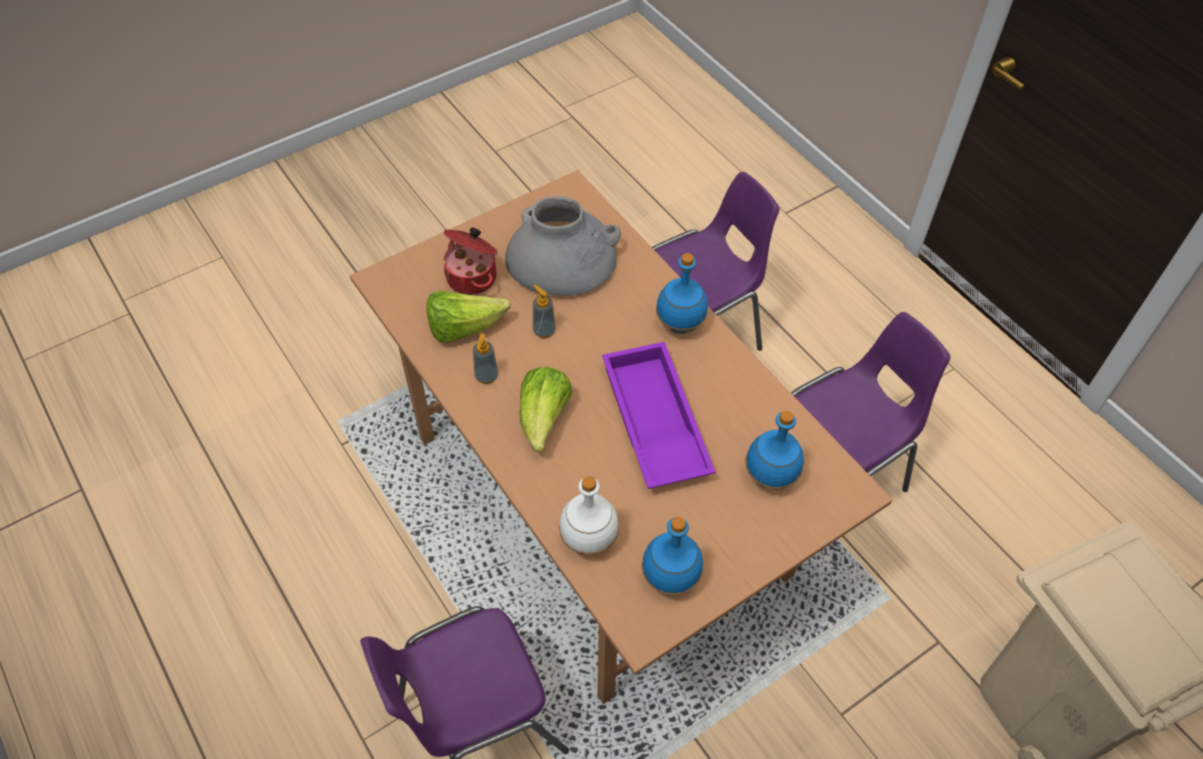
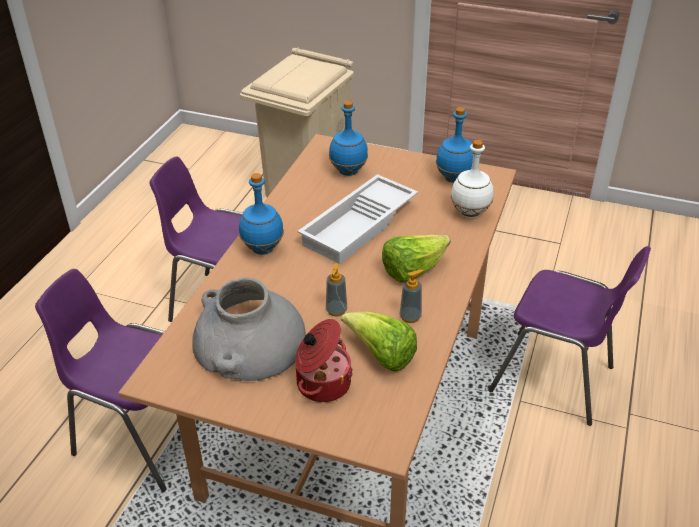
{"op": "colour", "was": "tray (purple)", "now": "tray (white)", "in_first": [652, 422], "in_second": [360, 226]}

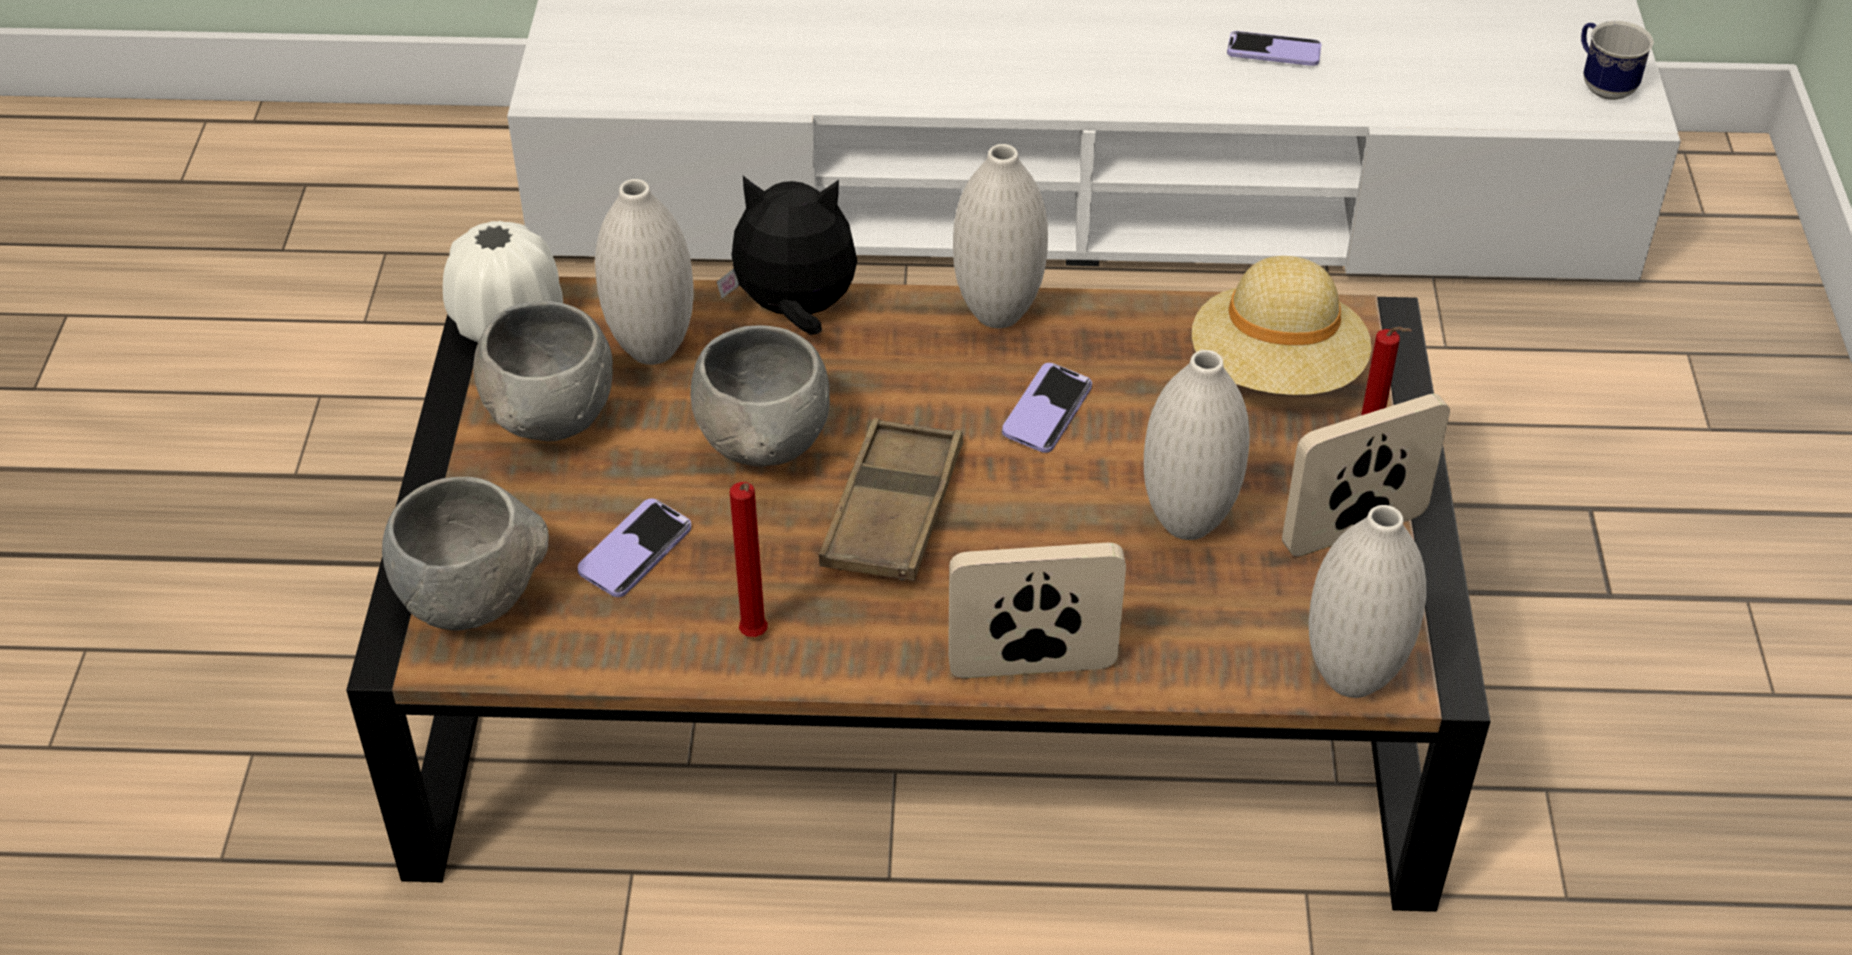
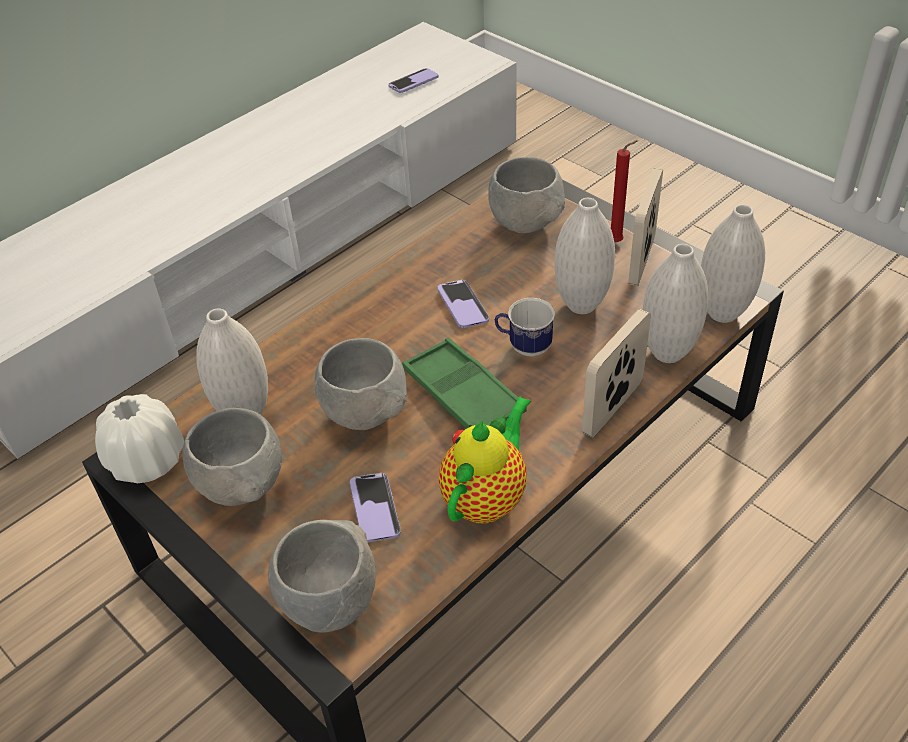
{"op": "missing", "was": "plush toy", "in_first": [795, 310]}
{"op": "exchanged", "was": "candle (red)", "now": "teapot", "in_first": [754, 638], "in_second": [487, 497]}
{"op": "colour", "was": "tray (brown)", "now": "tray (green)", "in_first": [893, 511], "in_second": [463, 395]}
{"op": "relocated", "was": "vase (white)", "in_first": [998, 314], "in_second": [667, 353]}
{"op": "exchanged", "was": "hat (beige)", "now": "bowl (grey)", "in_first": [1276, 372], "in_second": [526, 226]}
{"op": "relocated", "was": "phone", "in_first": [1273, 51], "in_second": [413, 82]}
{"op": "relocated", "was": "mug", "in_first": [1602, 85], "in_second": [524, 346]}

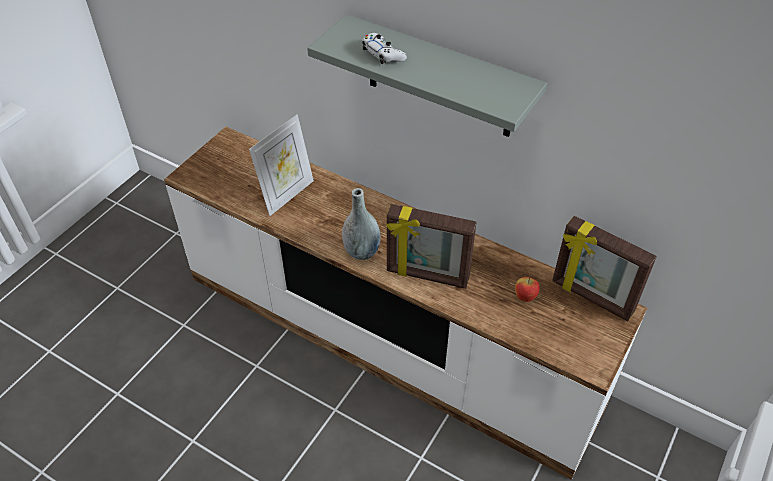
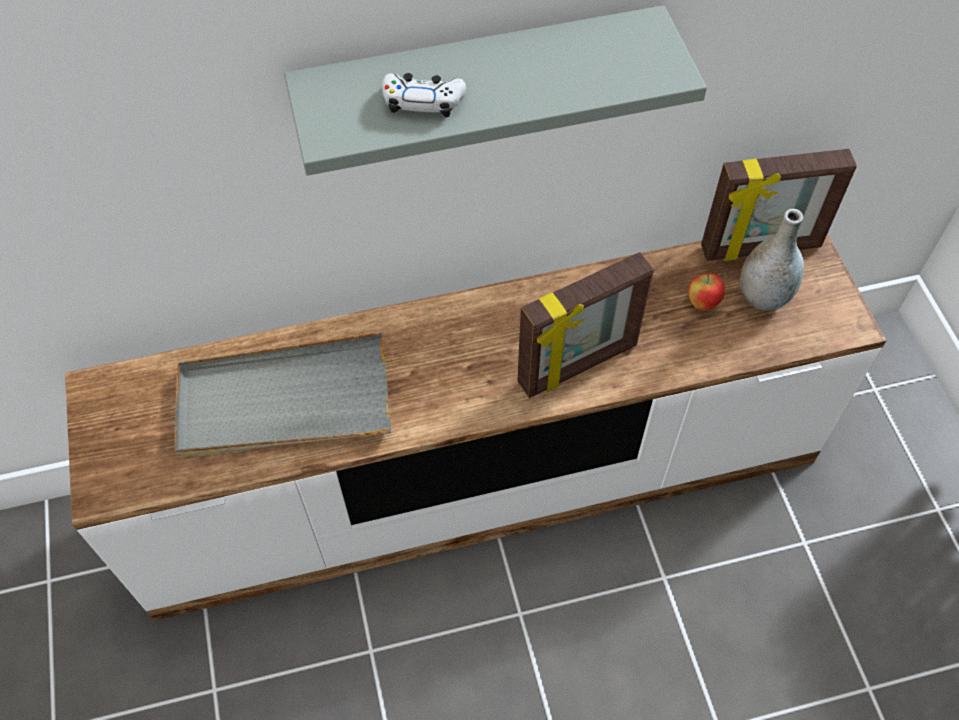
{"op": "exchanged", "was": "picture frame", "now": "tray (grey)", "in_first": [287, 195], "in_second": [283, 402]}
{"op": "relocated", "was": "vase (grey)", "in_first": [361, 252], "in_second": [762, 297]}

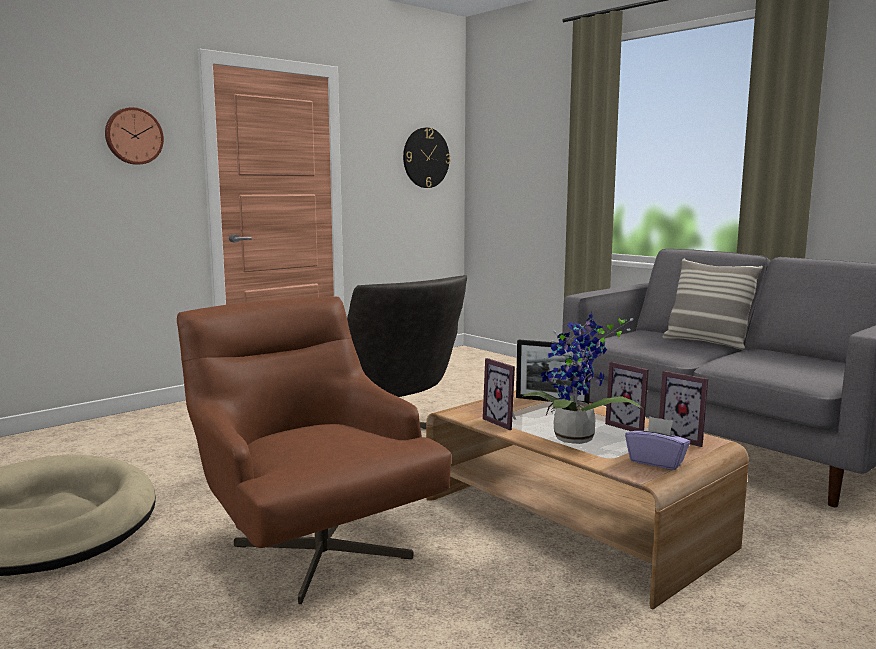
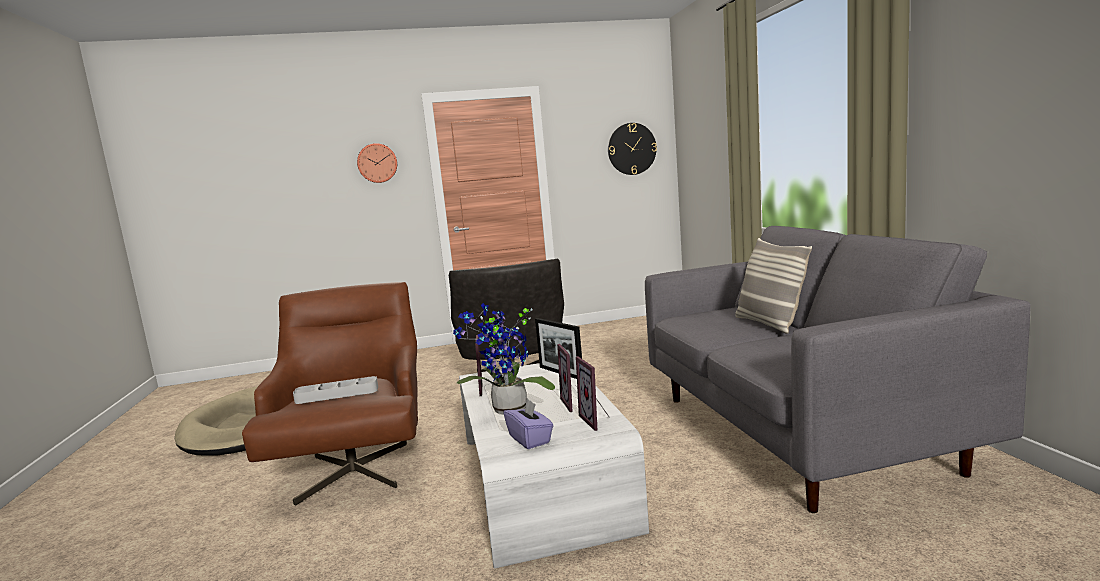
{"op": "colour", "was": "coffee table (brown)", "now": "coffee table (white)", "in_first": [572, 522], "in_second": [542, 480]}
{"op": "appeared", "now": "tray (grey)", "in_second": [337, 394]}

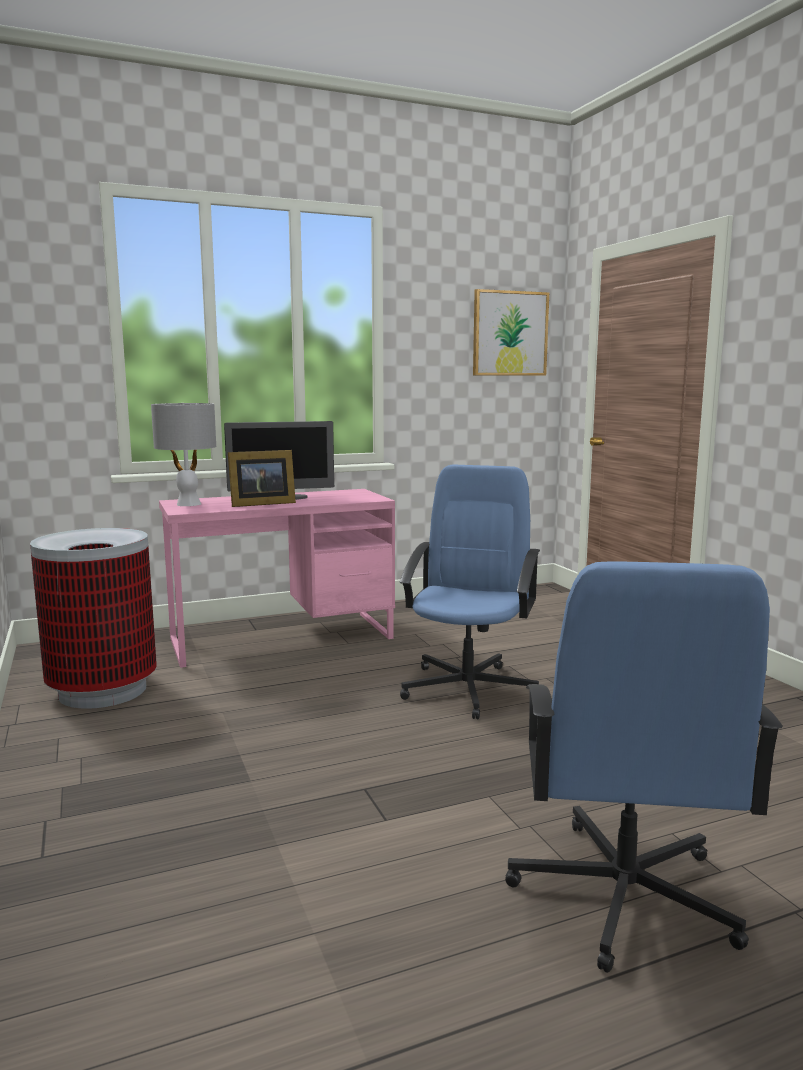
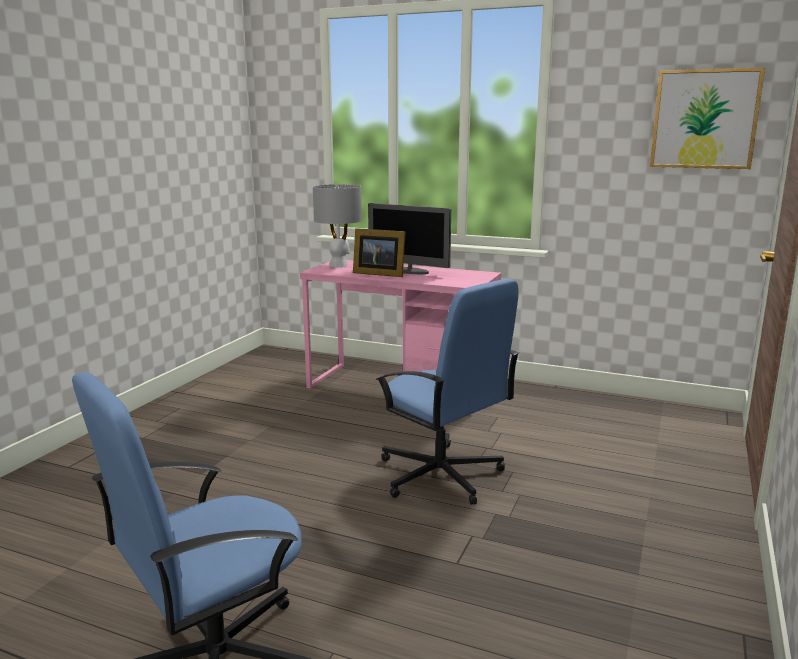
{"op": "missing", "was": "trash can", "in_first": [102, 691]}
{"op": "spun", "was": "office chair (blue)", "in_first": [469, 688], "in_second": [441, 475], "clockwise": 75}

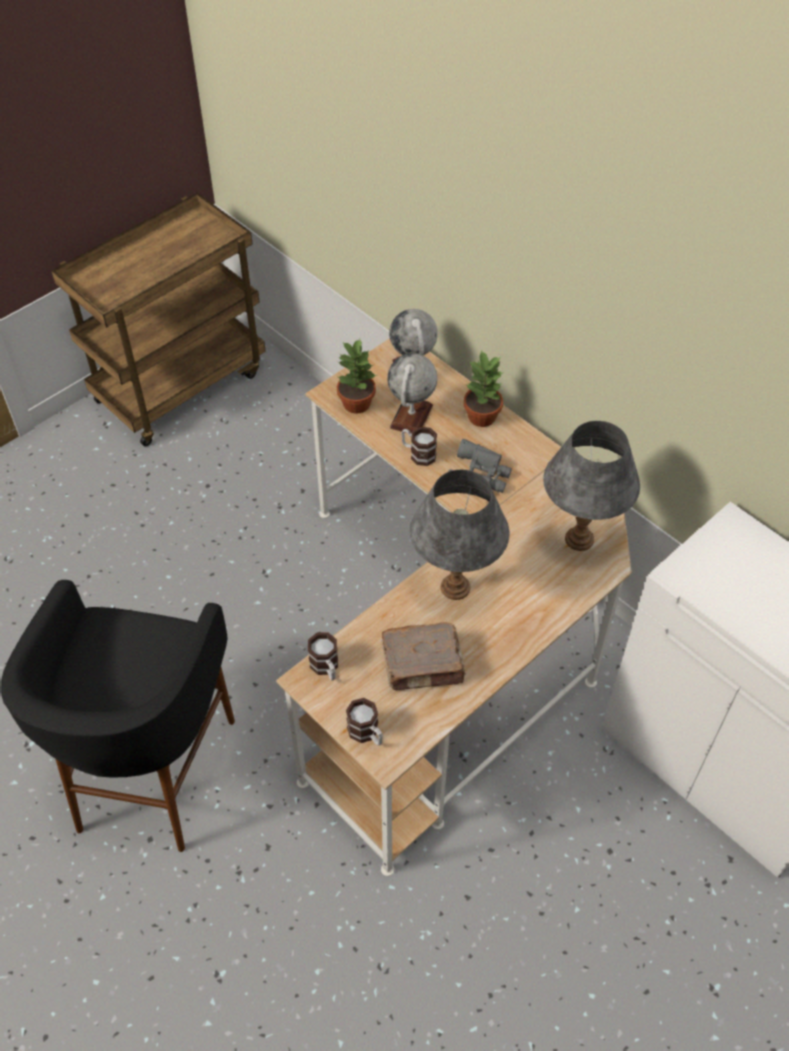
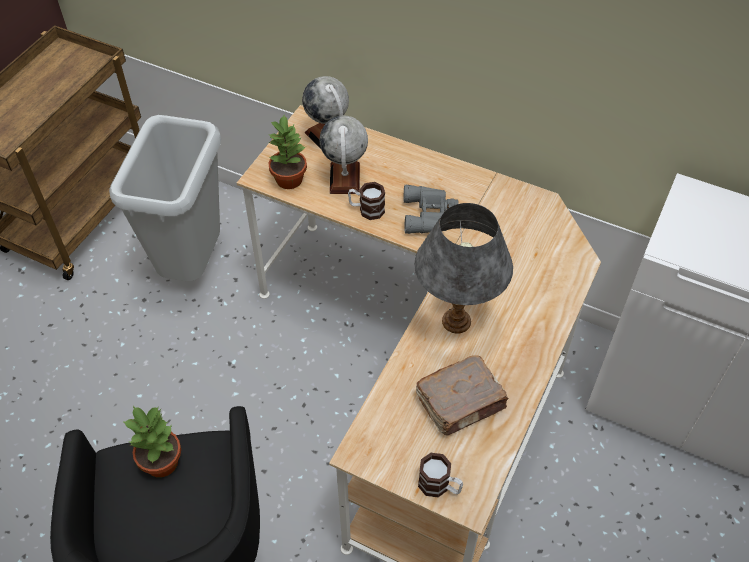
{"op": "missing", "was": "mug", "in_first": [326, 668]}
{"op": "relocated", "was": "potted plant", "in_first": [482, 416], "in_second": [162, 461]}
{"op": "missing", "was": "table lamp (grey)", "in_first": [579, 538]}
{"op": "appeared", "now": "trash can (grey)", "in_second": [192, 265]}

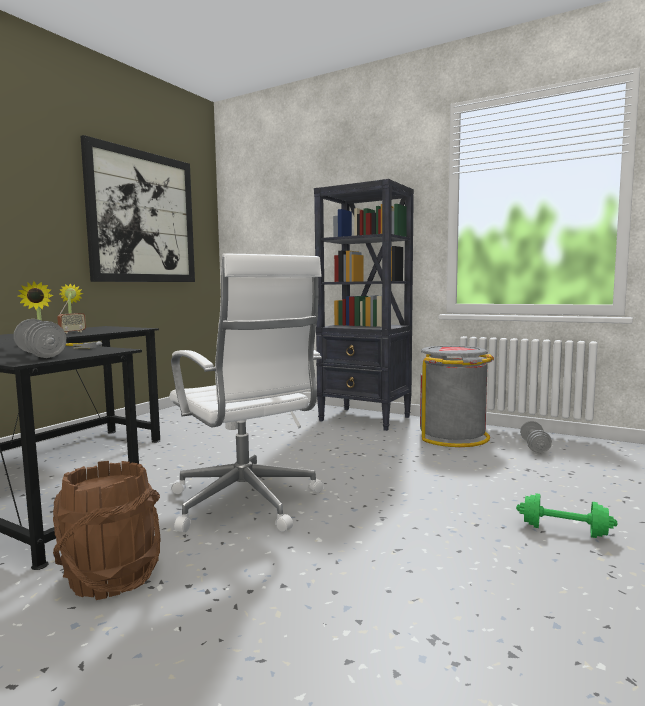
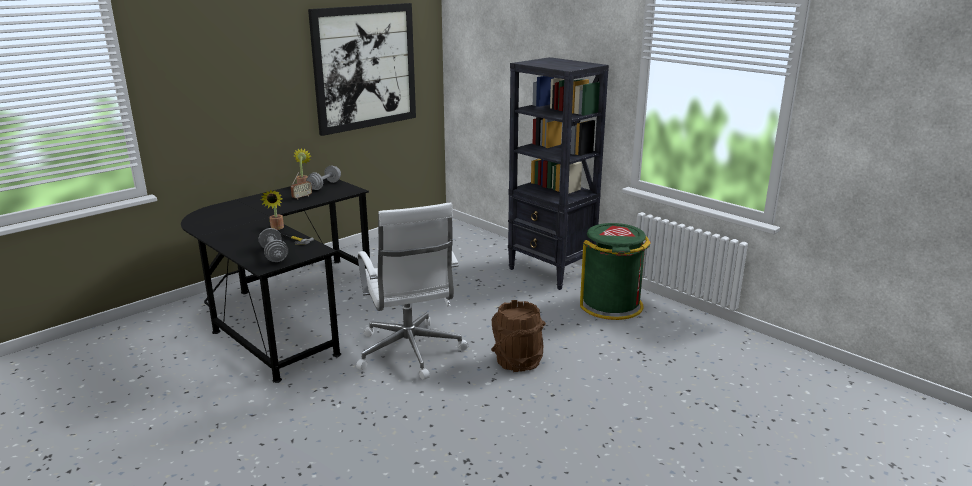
{"op": "relocated", "was": "bucket (brown)", "in_first": [112, 577], "in_second": [517, 361]}
{"op": "colour", "was": "trash can (grey)", "now": "trash can (green)", "in_first": [453, 436], "in_second": [611, 305]}
{"op": "missing", "was": "dumbbell (green)", "in_first": [564, 531]}
{"op": "relocated", "was": "dumbbell (grey)", "in_first": [535, 447], "in_second": [324, 185]}

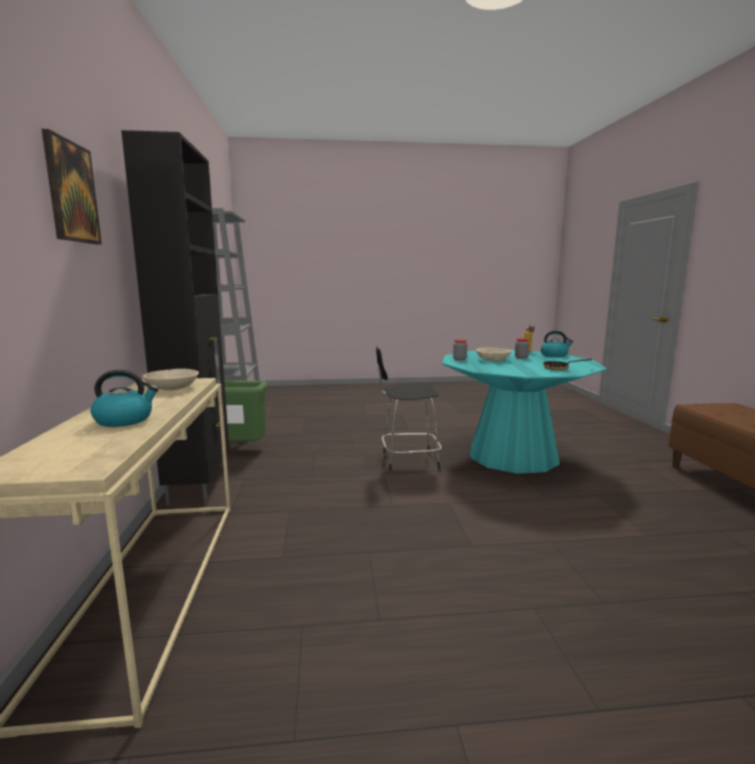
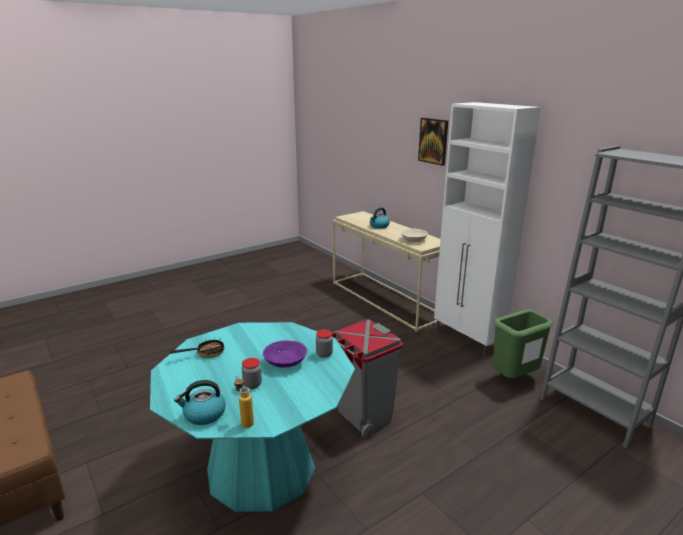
{"op": "colour", "was": "cabinet (black)", "now": "cabinet (white)", "in_first": [200, 483], "in_second": [468, 340]}
{"op": "exchanged", "was": "stool (black)", "now": "trash can (grey)", "in_first": [407, 460], "in_second": [363, 417]}
{"op": "colour", "was": "bowl (beige)", "now": "bowl (purple)", "in_first": [492, 360], "in_second": [286, 362]}

